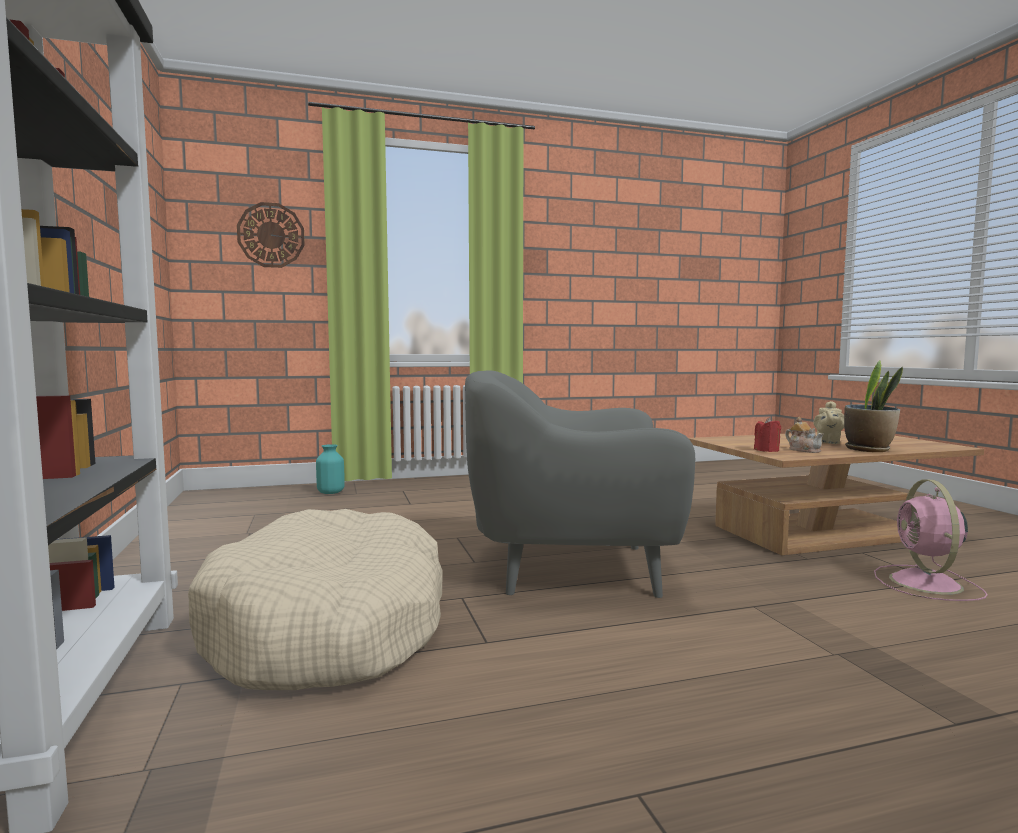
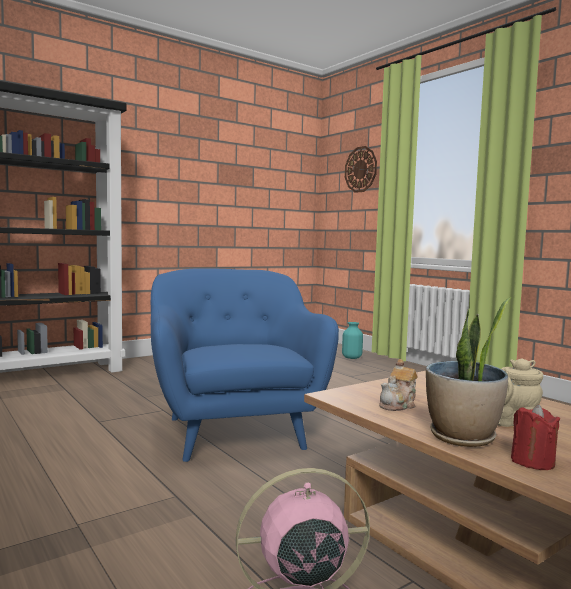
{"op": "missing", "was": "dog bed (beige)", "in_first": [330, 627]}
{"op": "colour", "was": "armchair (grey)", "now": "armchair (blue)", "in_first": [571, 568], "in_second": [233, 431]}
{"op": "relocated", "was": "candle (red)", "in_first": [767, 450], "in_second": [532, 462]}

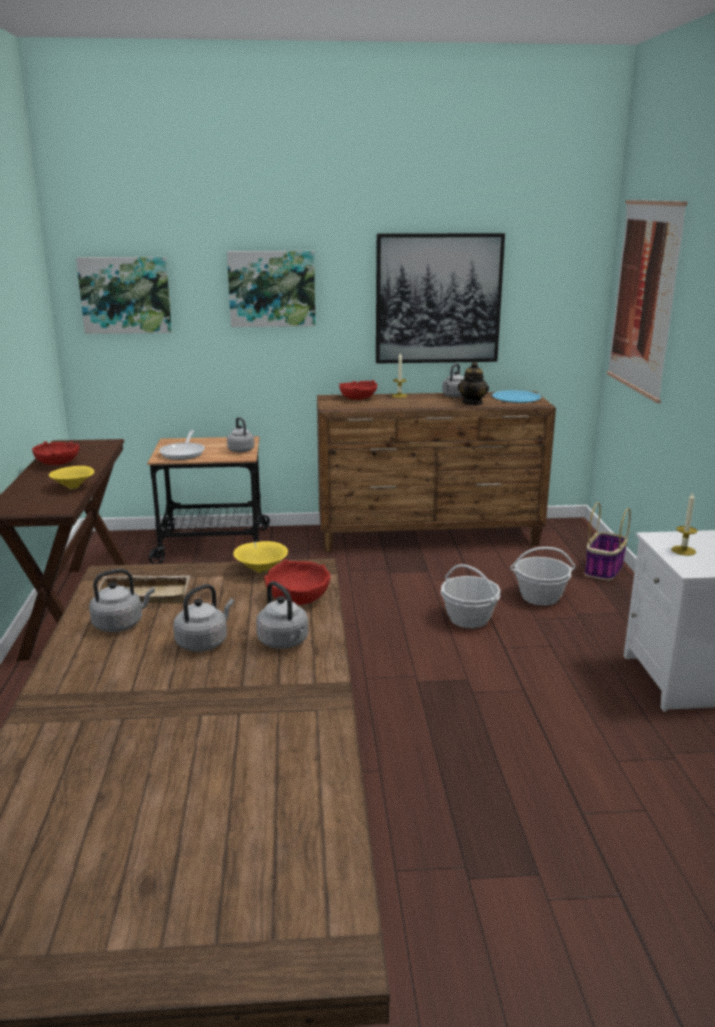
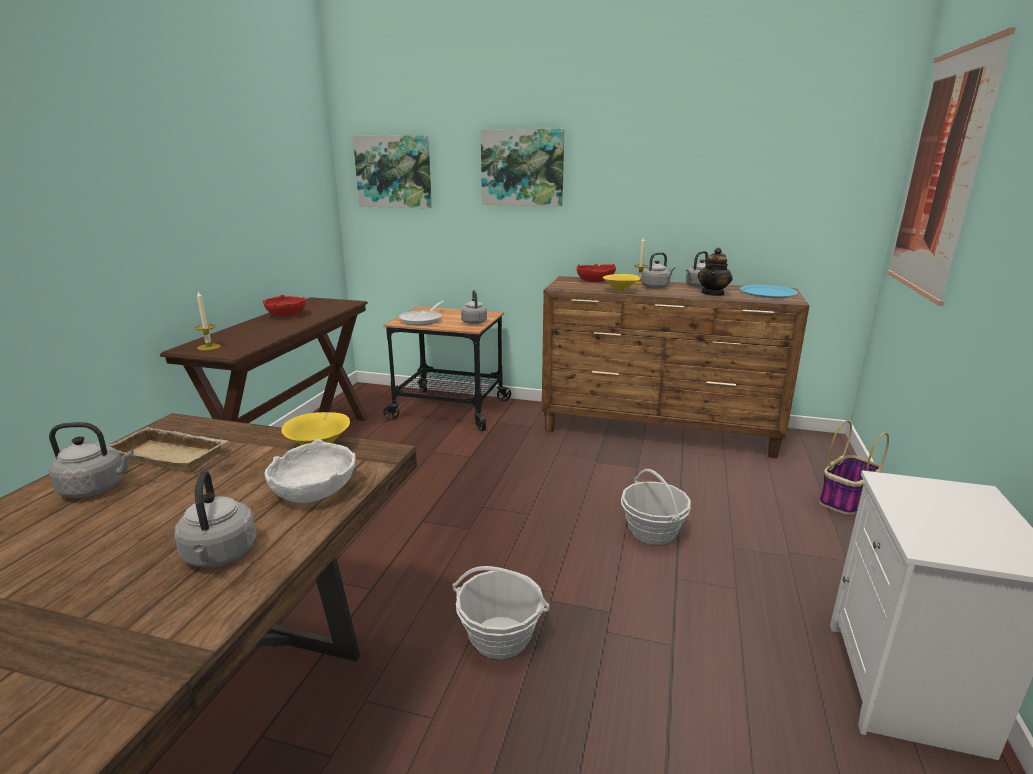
{"op": "relocated", "was": "bowl (yellow)", "in_first": [74, 487], "in_second": [621, 291]}
{"op": "relocated", "was": "kettle (grey)", "in_first": [204, 642], "in_second": [656, 287]}
{"op": "colour", "was": "bowl (red)", "now": "bowl (white)", "in_first": [297, 598], "in_second": [312, 492]}
{"op": "missing", "was": "picture", "in_first": [438, 299]}
{"op": "relocated", "was": "basket", "in_first": [540, 597], "in_second": [500, 637]}
{"op": "relocated", "was": "candle", "in_first": [683, 550], "in_second": [209, 347]}

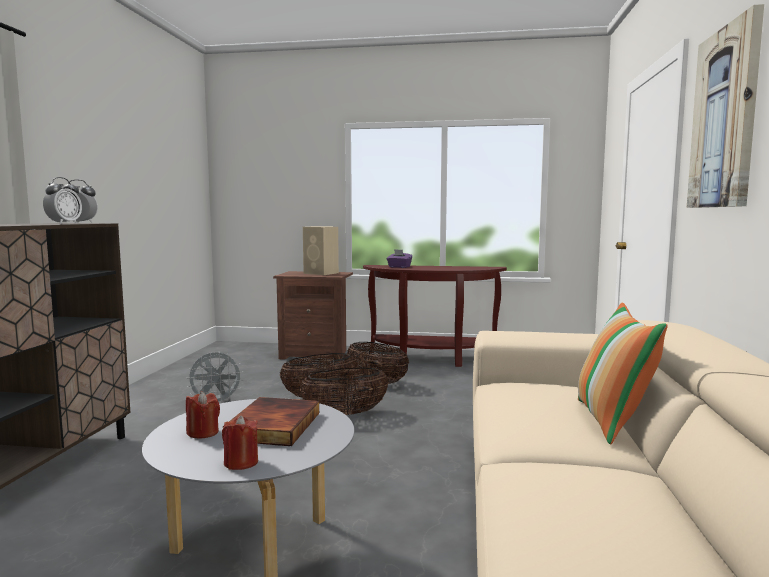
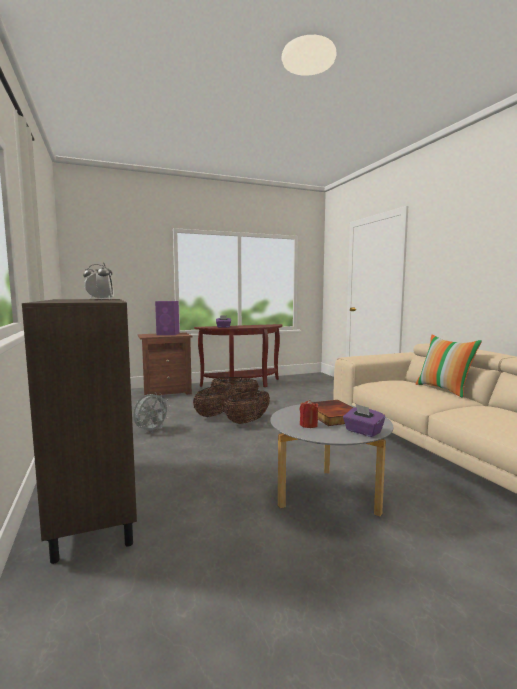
{"op": "exchanged", "was": "candle (red)", "now": "tissue box (purple)", "in_first": [241, 462], "in_second": [363, 431]}
{"op": "colour", "was": "speaker (beige)", "now": "speaker (purple)", "in_first": [321, 273], "in_second": [168, 334]}
{"op": "missing", "was": "picture", "in_first": [725, 118]}

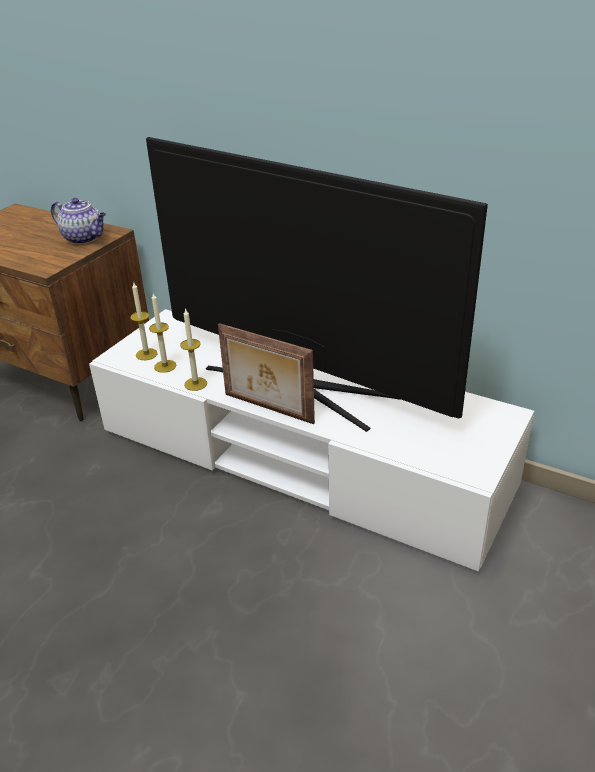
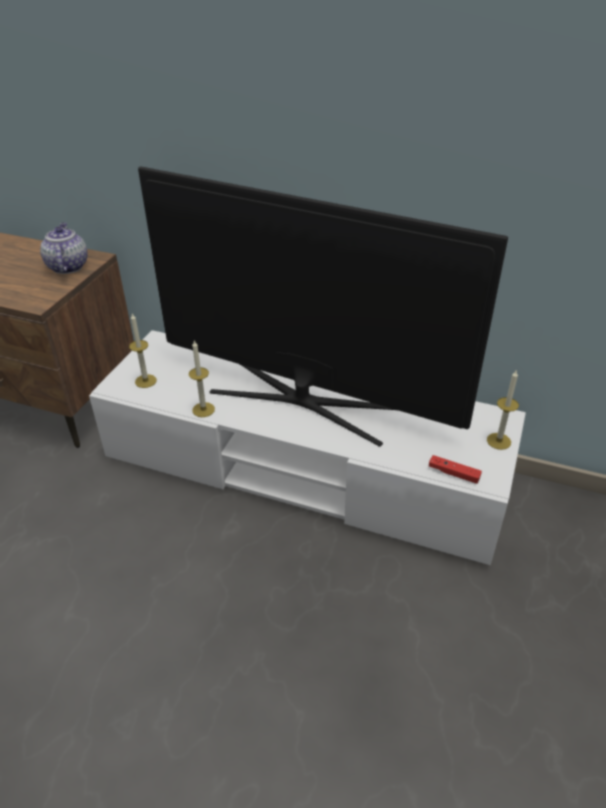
{"op": "spun", "was": "teapot", "in_first": [84, 238], "in_second": [67, 266], "clockwise": -120}
{"op": "relocated", "was": "candle", "in_first": [165, 366], "in_second": [498, 441]}
{"op": "missing", "was": "picture frame", "in_first": [267, 409]}
{"op": "appeared", "now": "game controller (red)", "in_second": [453, 473]}

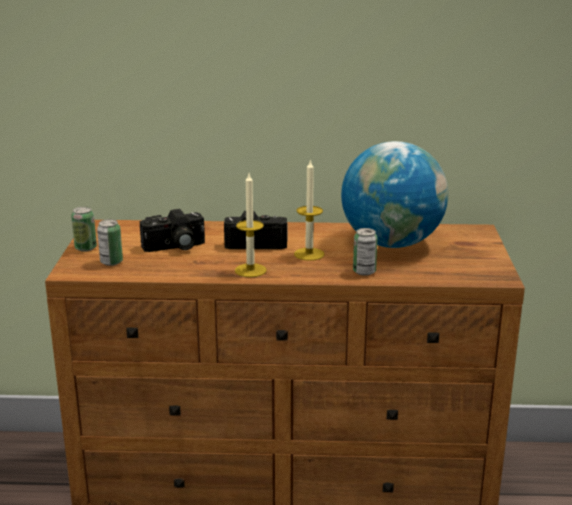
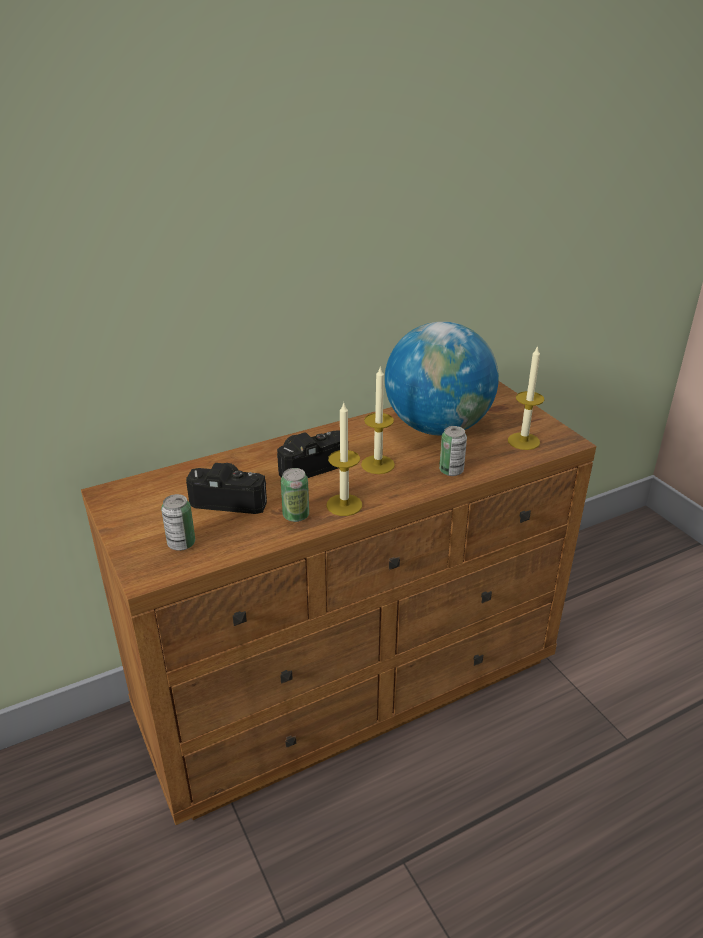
{"op": "relocated", "was": "can", "in_first": [85, 248], "in_second": [296, 515]}
{"op": "spun", "was": "photo camera", "in_first": [174, 247], "in_second": [231, 499], "clockwise": -120}
{"op": "appeared", "now": "candle", "in_second": [523, 441]}

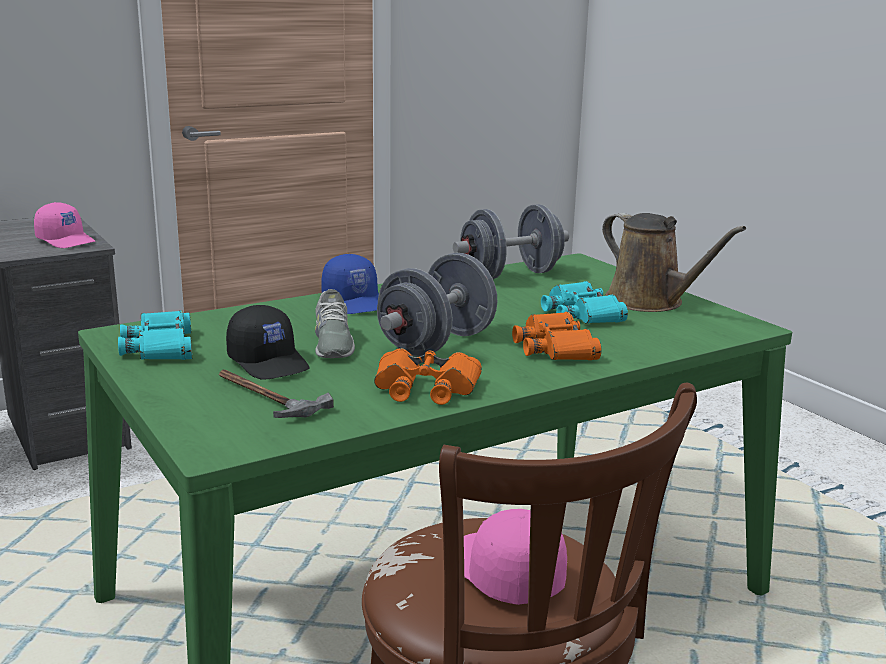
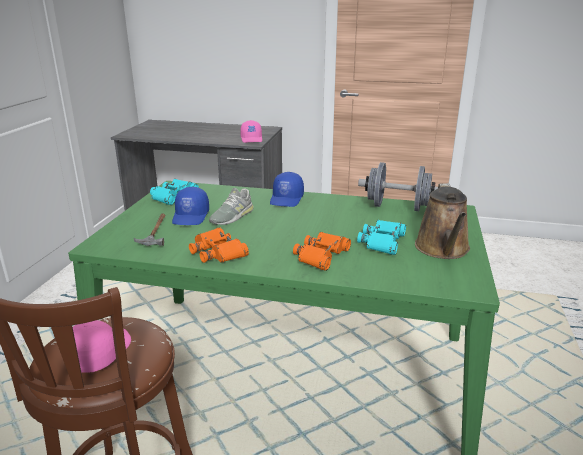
{"op": "colour", "was": "cap (black)", "now": "cap (blue)", "in_first": [270, 362], "in_second": [191, 216]}
{"op": "missing", "was": "dumbbell (grey)", "in_first": [437, 343]}

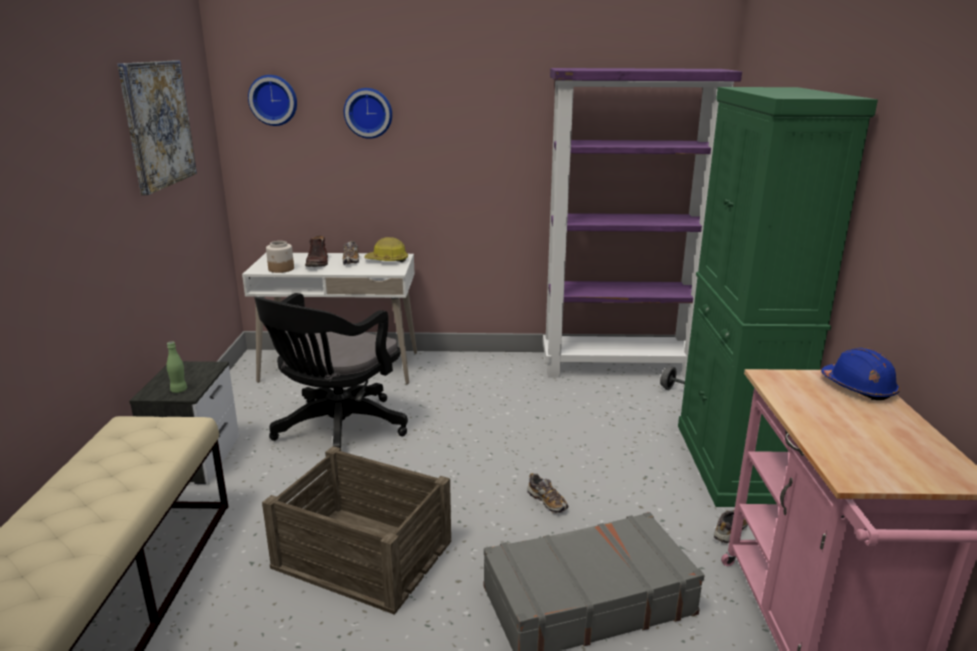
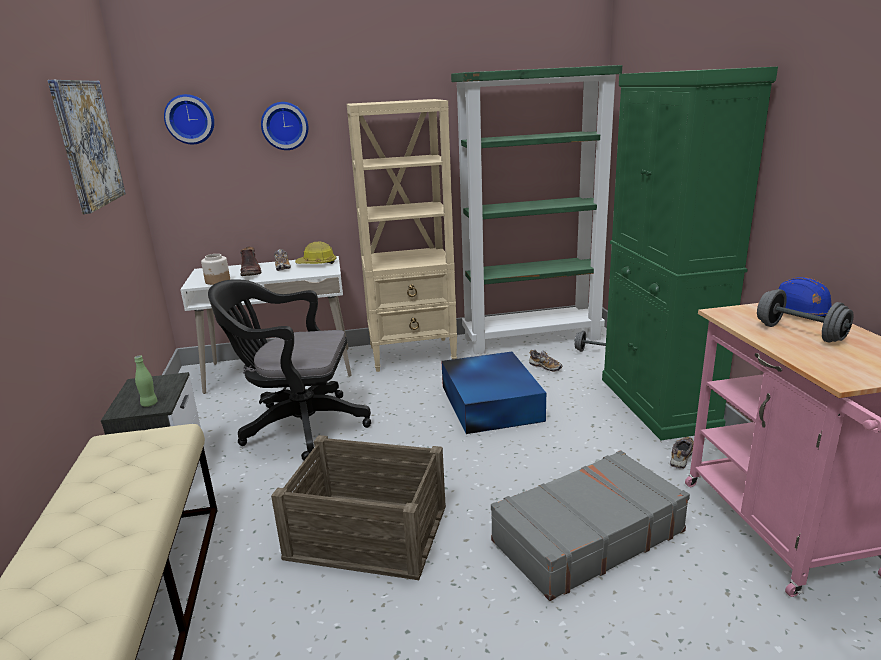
{"op": "spun", "was": "office chair (black)", "in_first": [336, 431], "in_second": [298, 426], "clockwise": 75}
{"op": "relocated", "was": "shoe", "in_first": [547, 502], "in_second": [545, 367]}
{"op": "colour", "was": "bookcase (purple)", "now": "bookcase (green)", "in_first": [619, 366], "in_second": [532, 338]}
{"op": "appeared", "now": "bookcase (beige)", "in_second": [413, 354]}
{"op": "appeared", "now": "storage box (blue)", "in_second": [491, 402]}
{"op": "appeared", "now": "dumbbell (grey)", "in_second": [799, 333]}

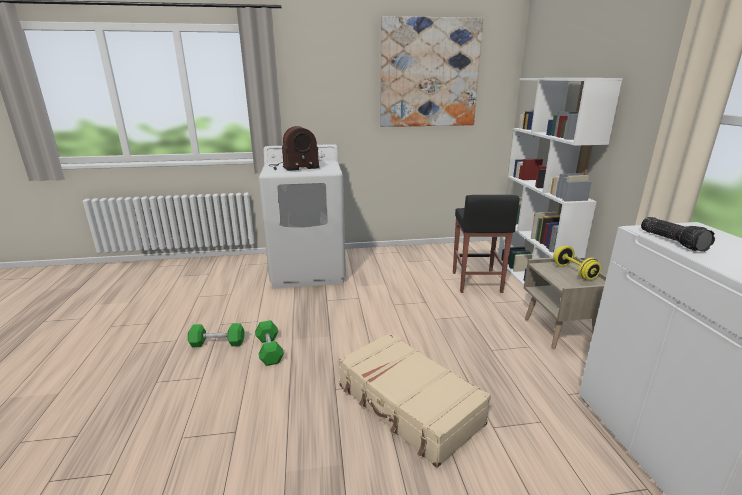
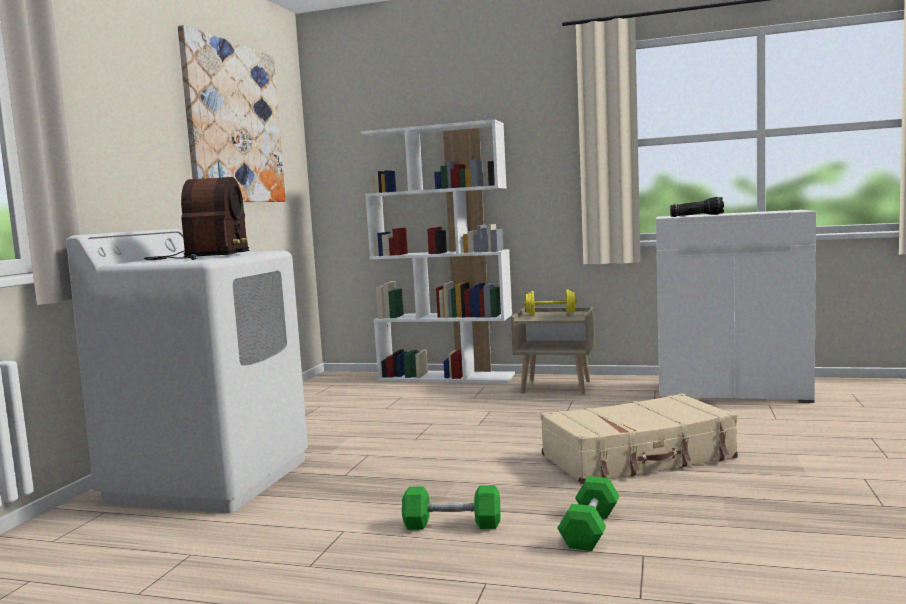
{"op": "relocated", "was": "dumbbell (green)", "in_first": [217, 343], "in_second": [590, 529]}
{"op": "missing", "was": "stool (black)", "in_first": [476, 282]}

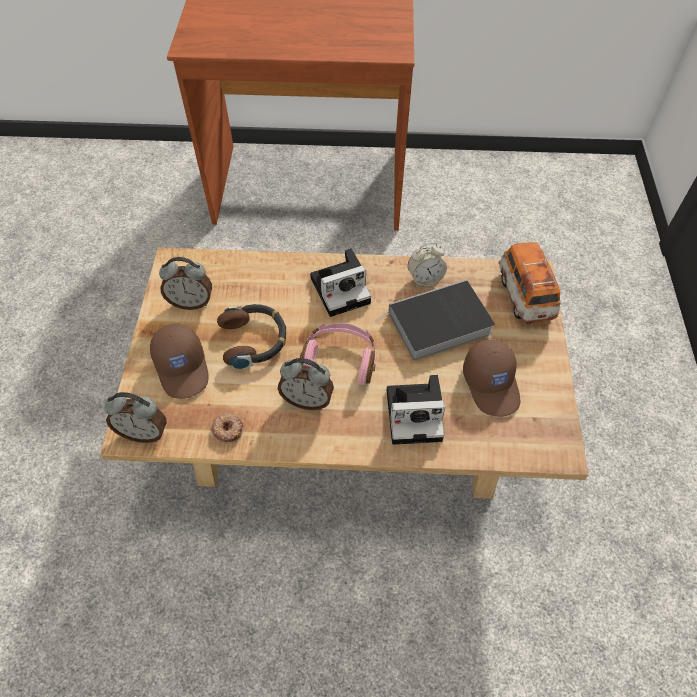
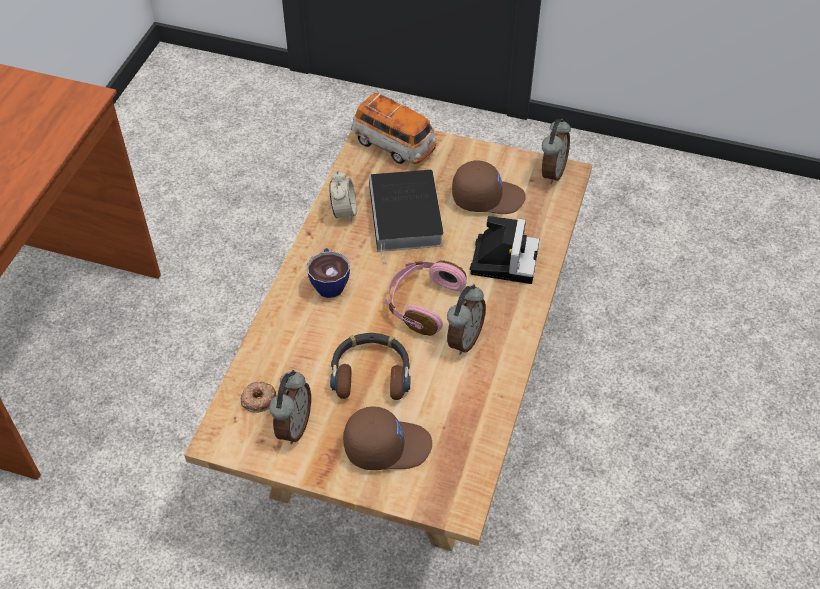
{"op": "relocated", "was": "alarm clock", "in_first": [144, 432], "in_second": [551, 172]}
{"op": "relocated", "was": "donut", "in_first": [228, 429], "in_second": [258, 399]}
{"op": "exchanged", "was": "photo camera", "now": "cup", "in_first": [342, 288], "in_second": [329, 282]}
{"op": "spun", "was": "toy car", "in_first": [524, 295], "in_second": [394, 145], "clockwise": -150}

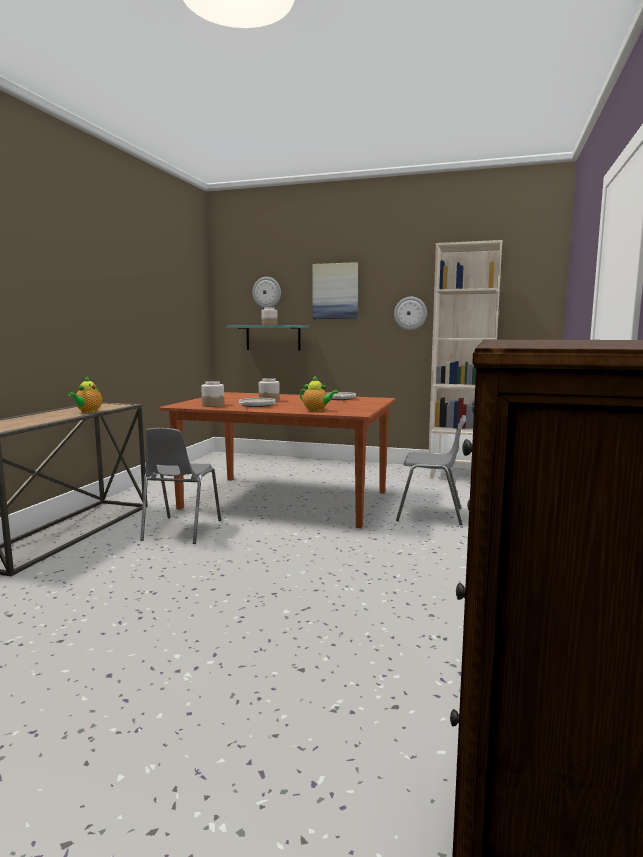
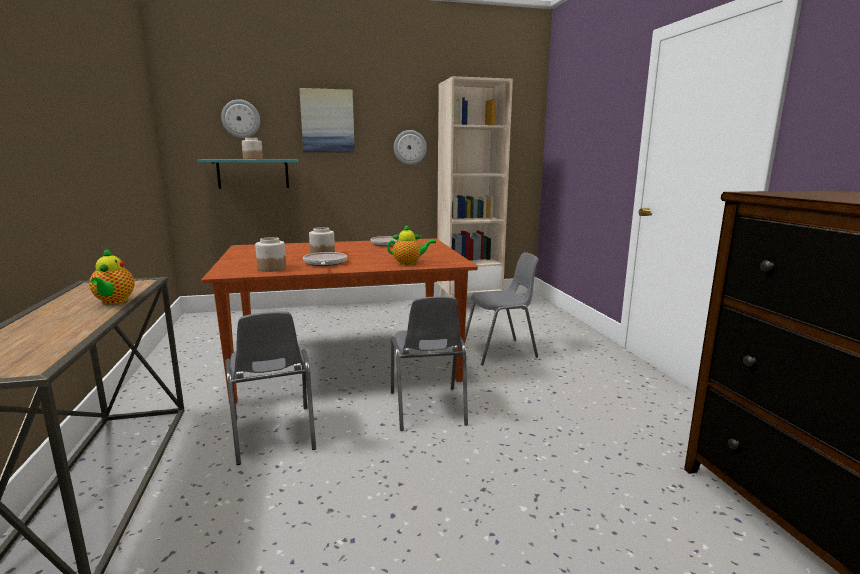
{"op": "appeared", "now": "chair (grey)", "in_second": [427, 408]}

